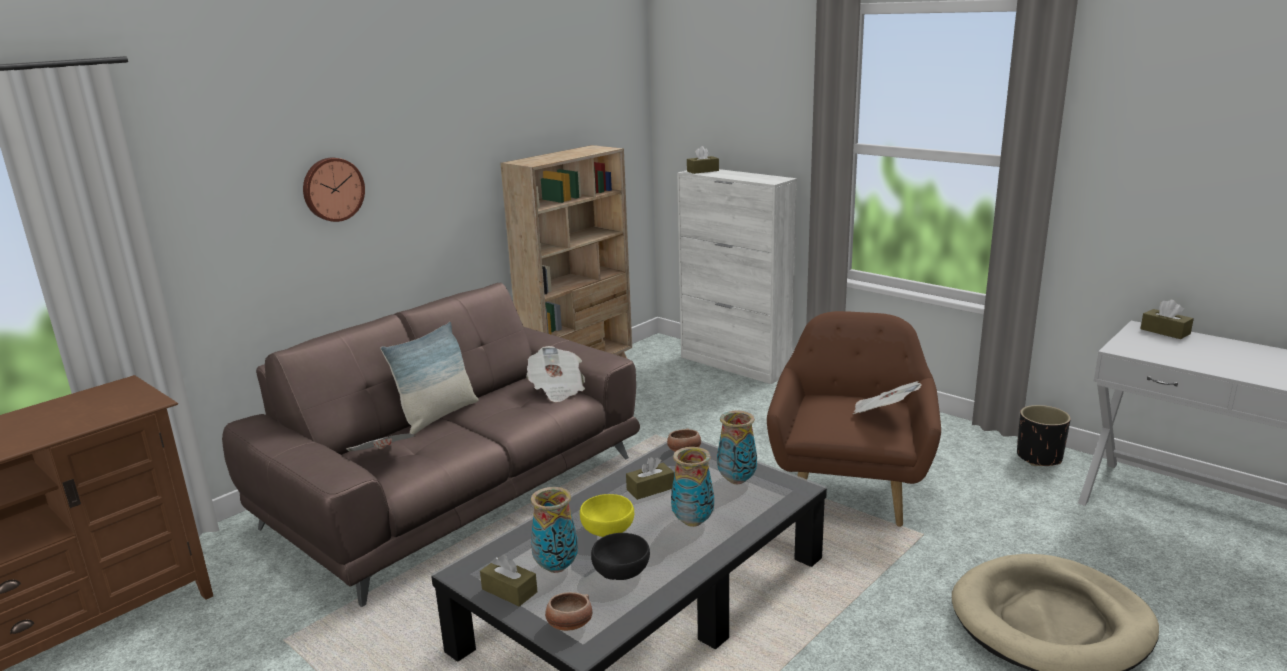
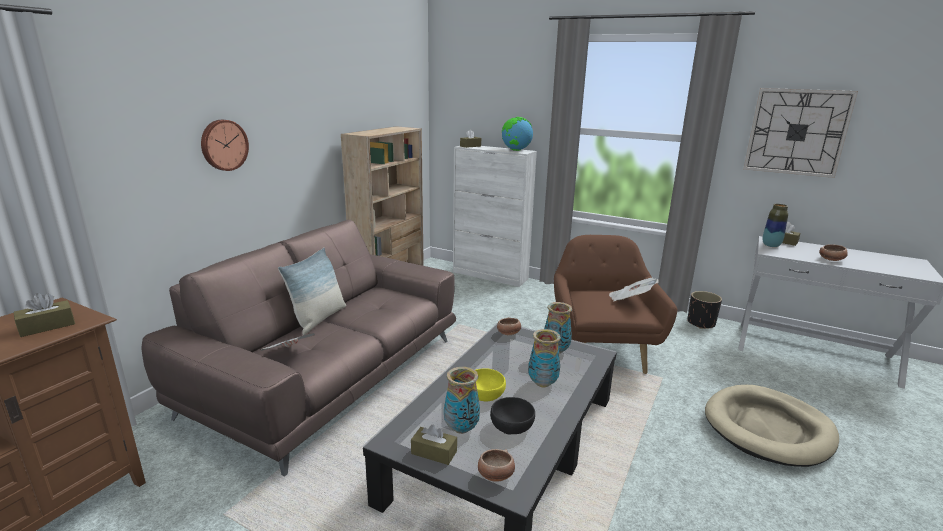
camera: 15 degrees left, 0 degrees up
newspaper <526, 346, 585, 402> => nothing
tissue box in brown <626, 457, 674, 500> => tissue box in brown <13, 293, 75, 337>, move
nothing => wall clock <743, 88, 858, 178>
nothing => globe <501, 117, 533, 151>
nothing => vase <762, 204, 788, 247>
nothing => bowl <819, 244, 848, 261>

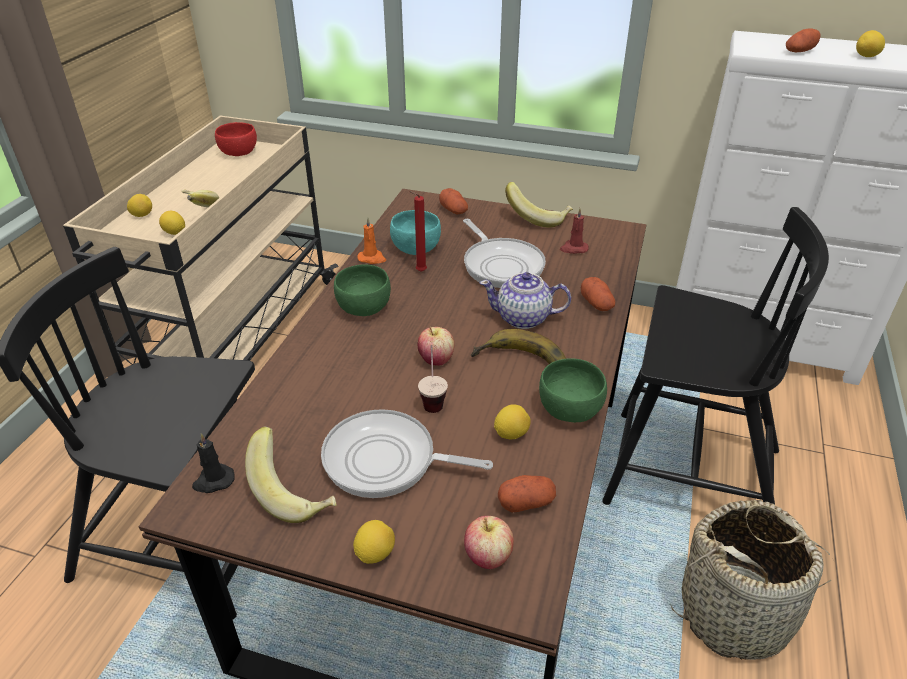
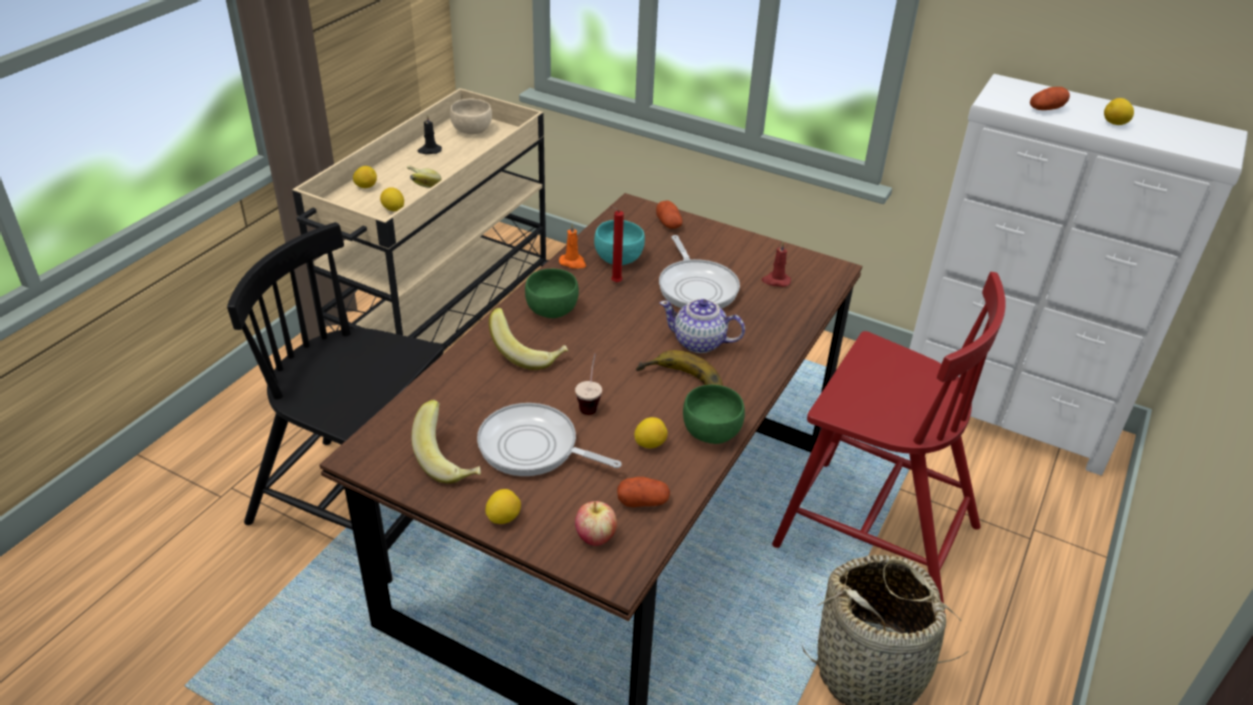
camera: 10 degrees right, 0 degrees up
bowl in red <215, 122, 257, 156> => bowl in beige <450, 99, 492, 134>
banana <505, 182, 573, 228> => banana <489, 308, 569, 370>, move
chair in black <602, 207, 829, 518> => chair in red <772, 272, 1006, 613>
potato <581, 277, 615, 311> => nothing
apple <418, 327, 455, 366> => nothing
candle in black <192, 433, 235, 493> => candle in black <417, 115, 442, 154>, move

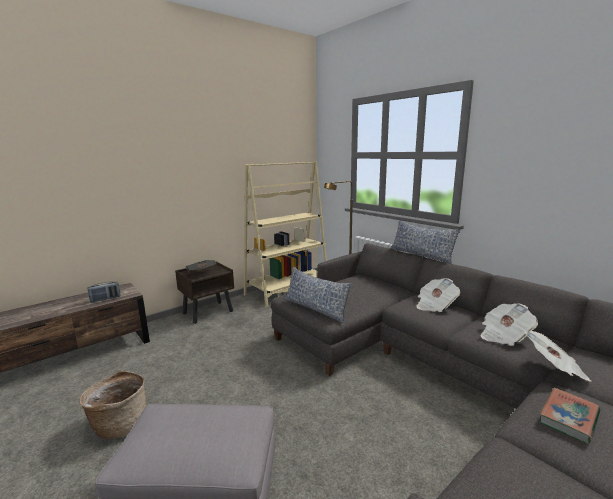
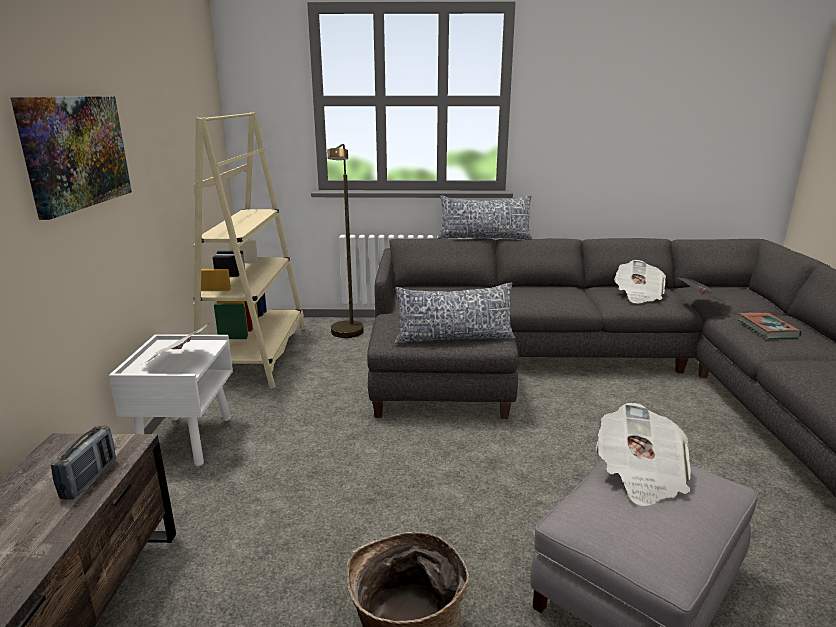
camera: 50 degrees left, 5 degrees up
nightstand in brown <175, 261, 234, 324> => nightstand in white <109, 334, 233, 466>
newspaper <416, 278, 460, 312> => newspaper <596, 403, 691, 506>, move
nothing => picture <10, 96, 132, 220>

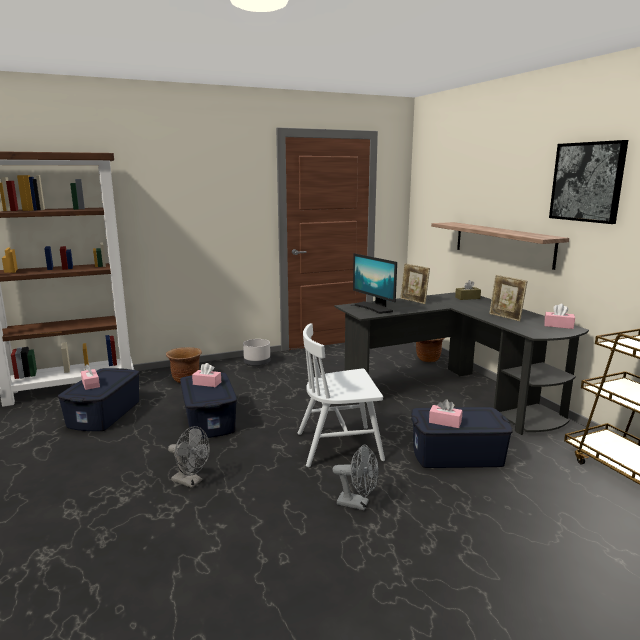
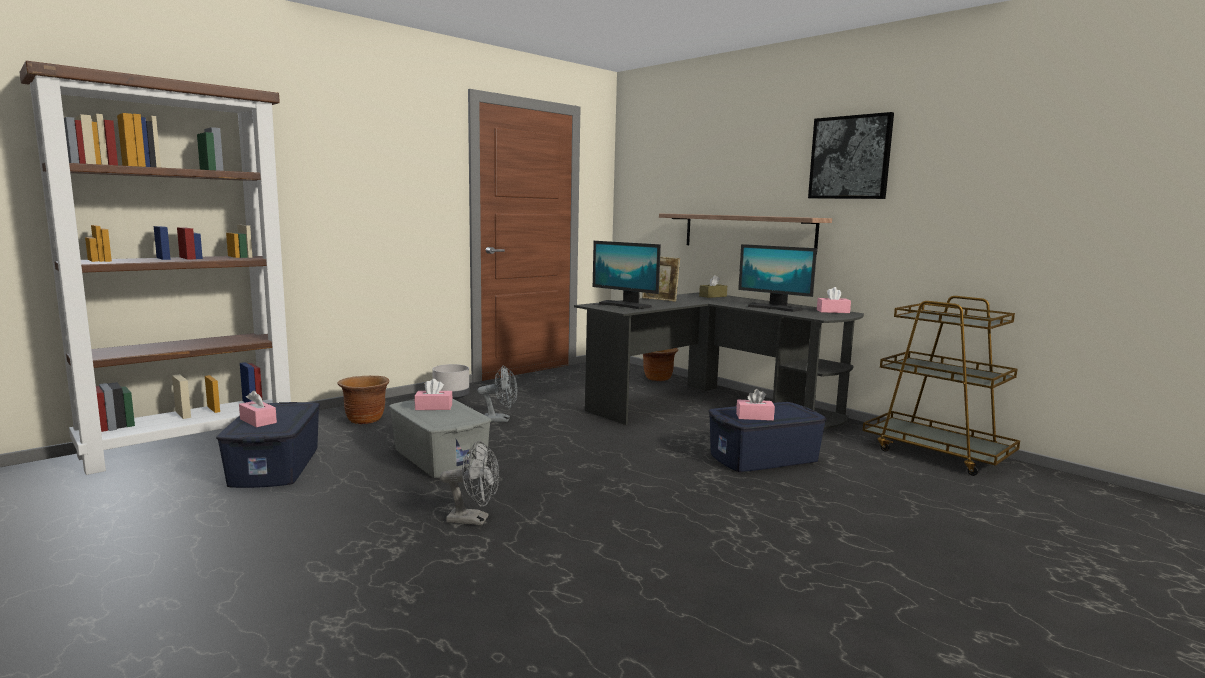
camera: 20 degrees left, 5 degrees down
picture frame <489, 275, 527, 321> => monitor <738, 244, 817, 312>
chair in white <298, 323, 385, 467> => nothing
storage box in blue <180, 372, 237, 438> => storage box in grey <389, 399, 491, 478>
fan in grey <333, 444, 379, 510> => fan in grey <477, 366, 518, 422>, move

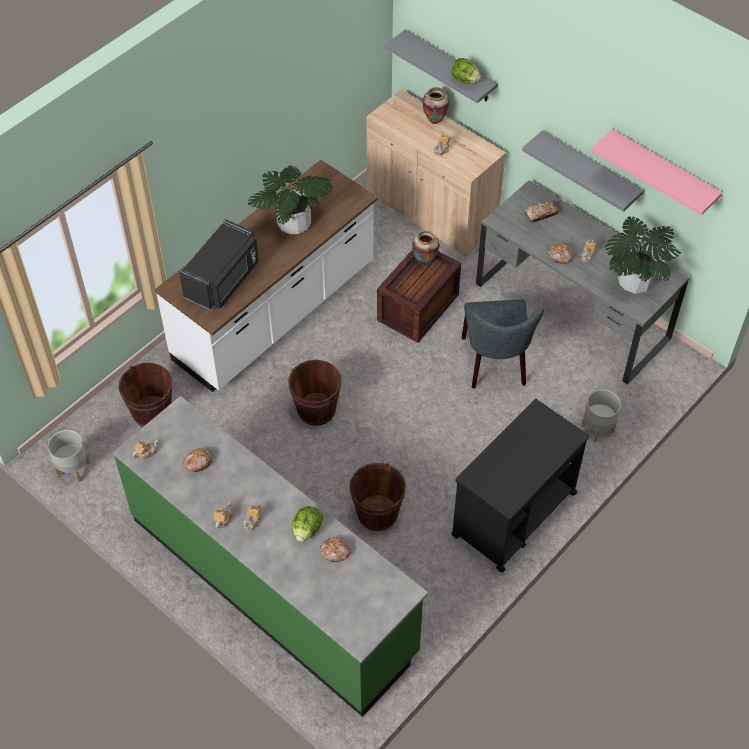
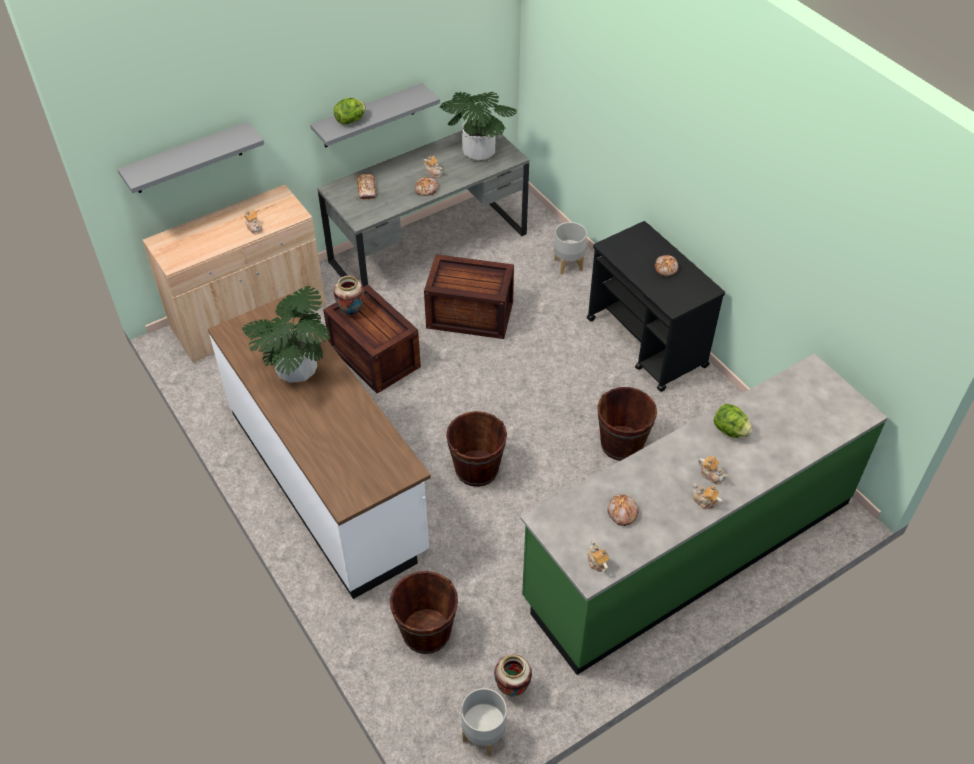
camera: 75 degrees left, 5 degrees down
lettuce <451, 58, 481, 84> => lettuce <334, 98, 365, 124>, move
vase <422, 87, 449, 124> => vase <494, 654, 532, 697>, move
shelf in pink <591, 129, 722, 216> => nothing
microwave in black <179, 220, 259, 310> => nothing
chair in grey <462, 300, 545, 389> => crate <424, 254, 514, 339>
bread <320, 537, 351, 562> => bread <655, 255, 678, 277>, move

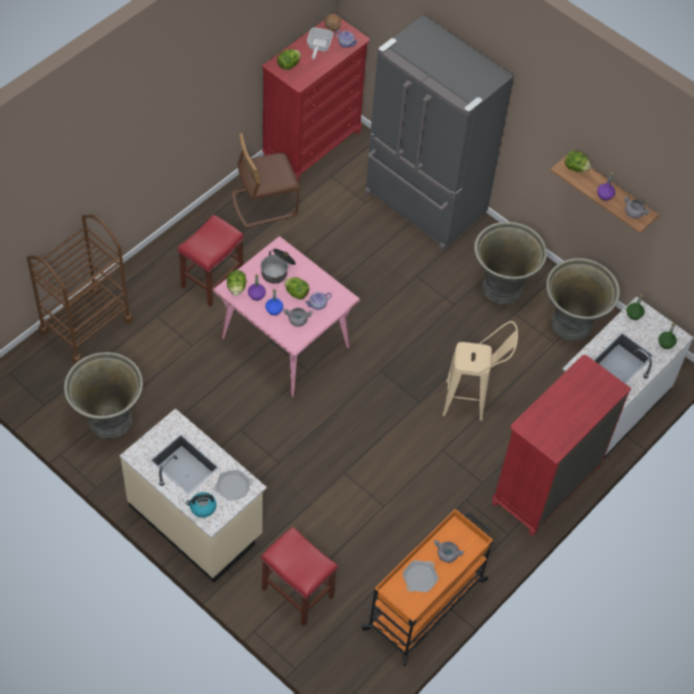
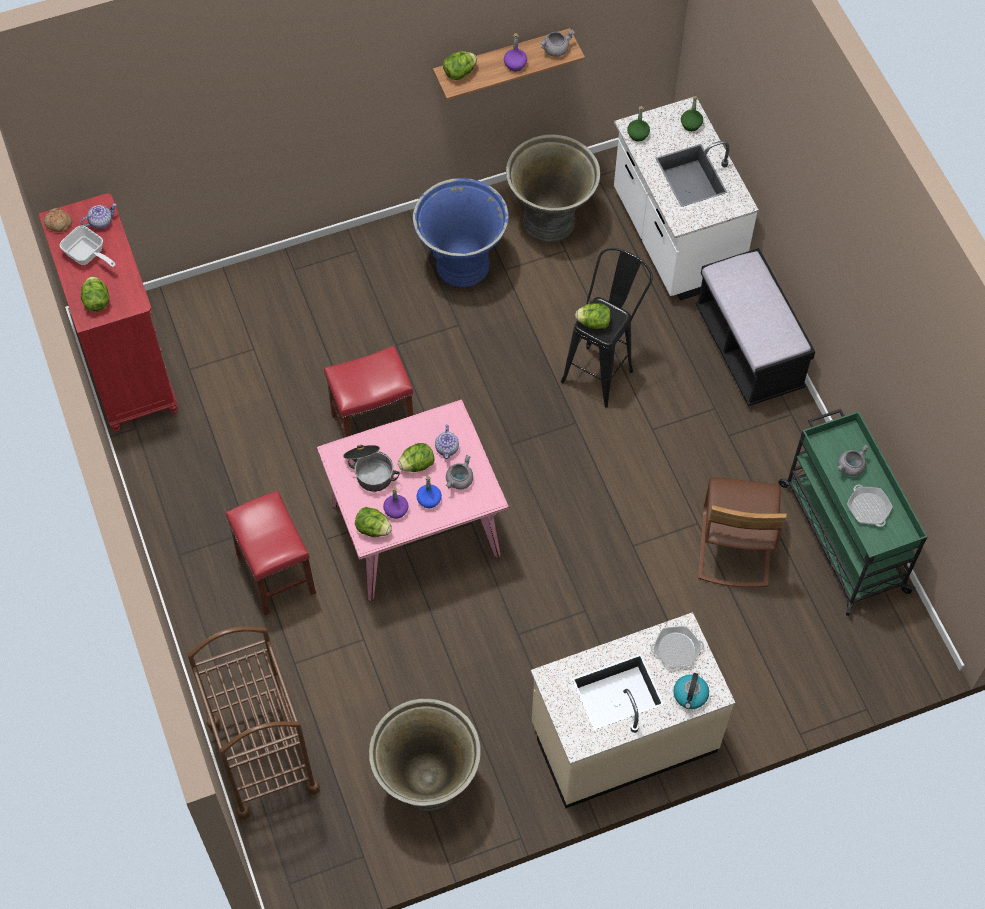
camera: 60 degrees left, 5 degrees up
fridge in grey <365, 15, 514, 251> => nothing
chair in brown <232, 133, 301, 228> => chair in brown <698, 477, 787, 587>, move
planter in grey <474, 222, 547, 305> => planter in blue <413, 178, 509, 287>
stool in beige <443, 321, 518, 421> => stool in black <561, 248, 653, 408>
dresser in red <492, 355, 631, 536> => bench in black <695, 248, 815, 406>
frying pan <213, 469, 253, 501> => frying pan <650, 626, 704, 668>, 105 degrees counterclockwise
cart in orange <361, 509, 493, 666> => cart in green <778, 409, 928, 616>
stool in red <261, 527, 338, 626> => stool in red <324, 346, 413, 437>, move
nothing => lettuce <575, 303, 611, 329>

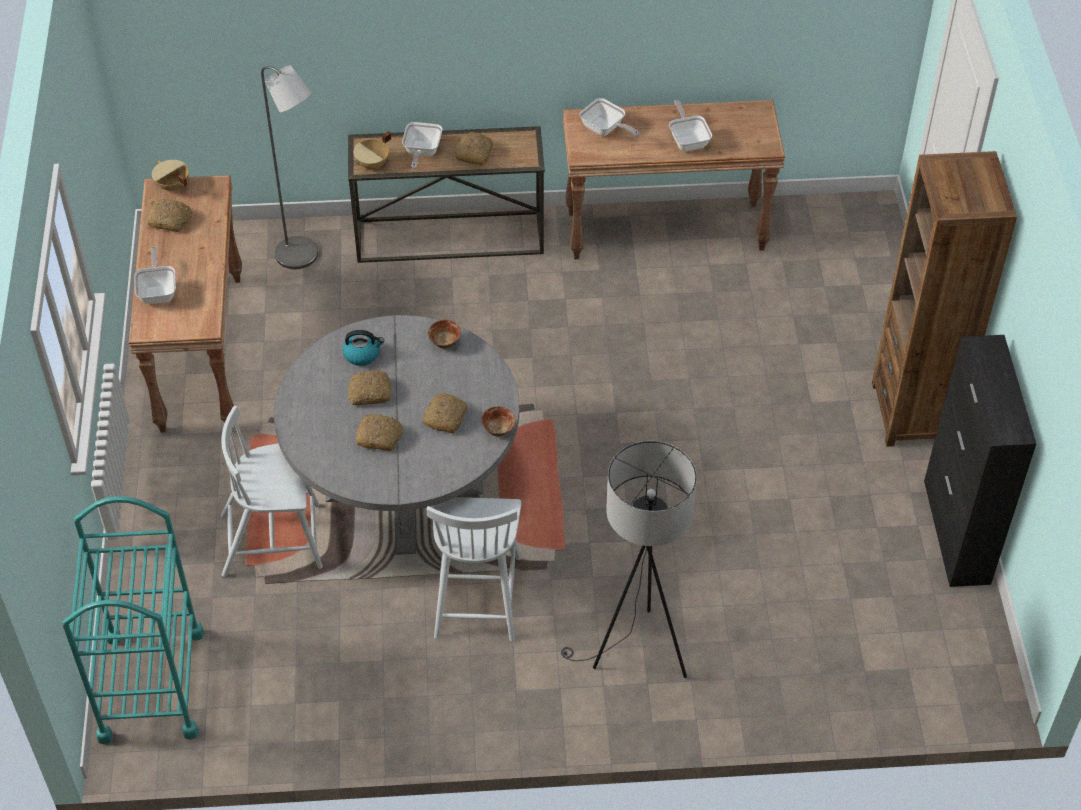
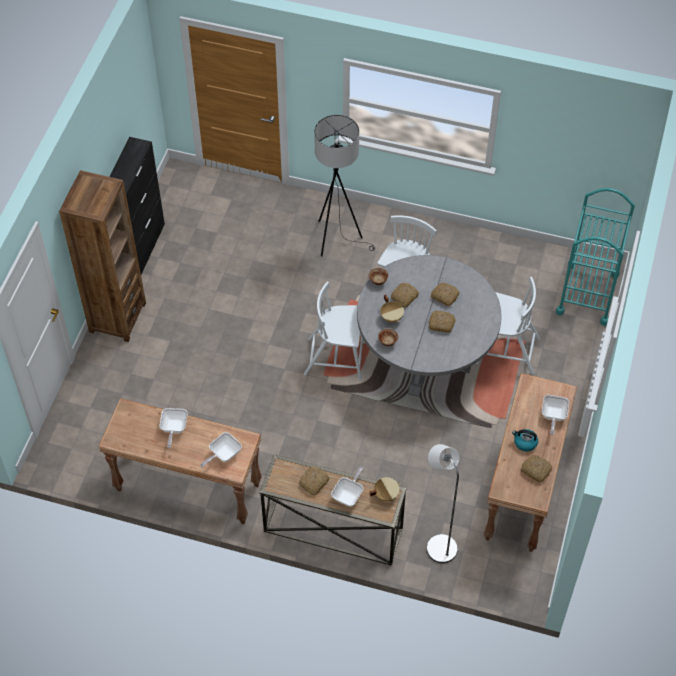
camera: 160 degrees left, 5 degrees up
frying pan <579, 98, 639, 137> => frying pan <200, 432, 242, 468>, 105 degrees counterclockwise
cooking pot in beige <152, 160, 189, 191> => cooking pot in beige <380, 295, 404, 323>, move
kettle <342, 330, 384, 366> => kettle <512, 429, 538, 452>, move
nothing => chair in white <304, 282, 365, 380>

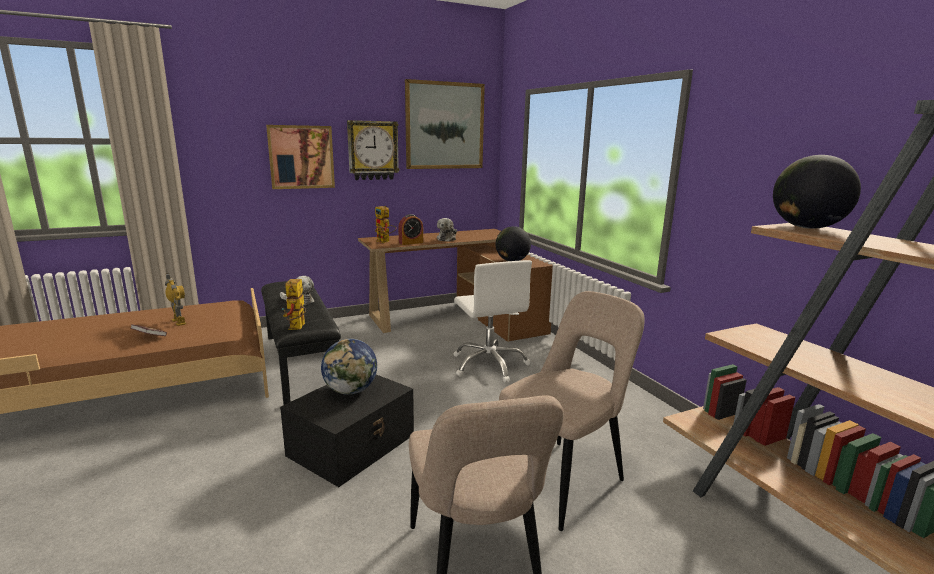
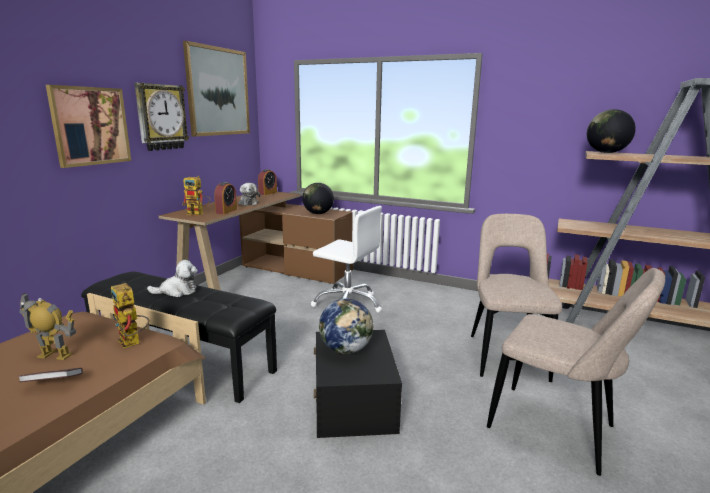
camera: 40 degrees left, 0 degrees up
toy robot <282, 279, 306, 330> => toy robot <111, 283, 149, 349>, move
nothing => alarm clock <258, 169, 277, 195>

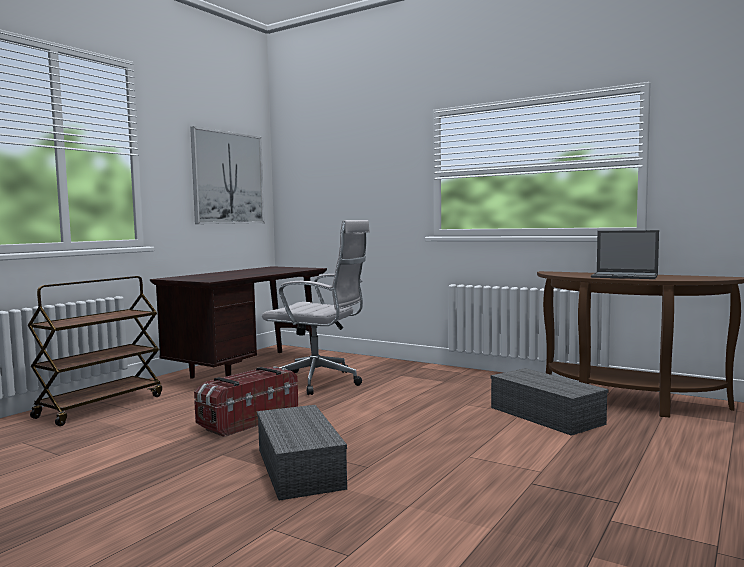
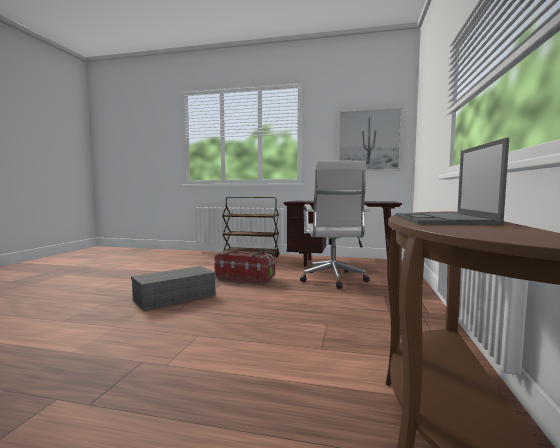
camera: 70 degrees right, 0 degrees up
storage box in grey <491, 368, 609, 436> => nothing

